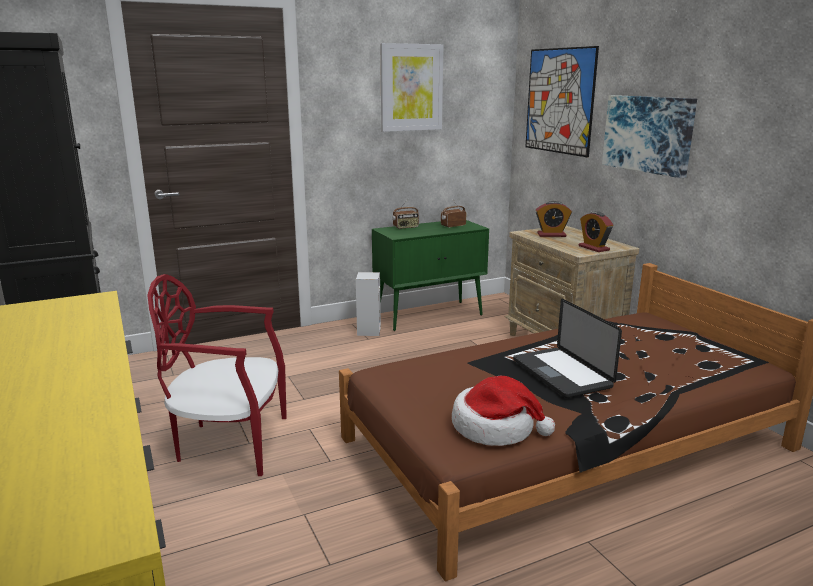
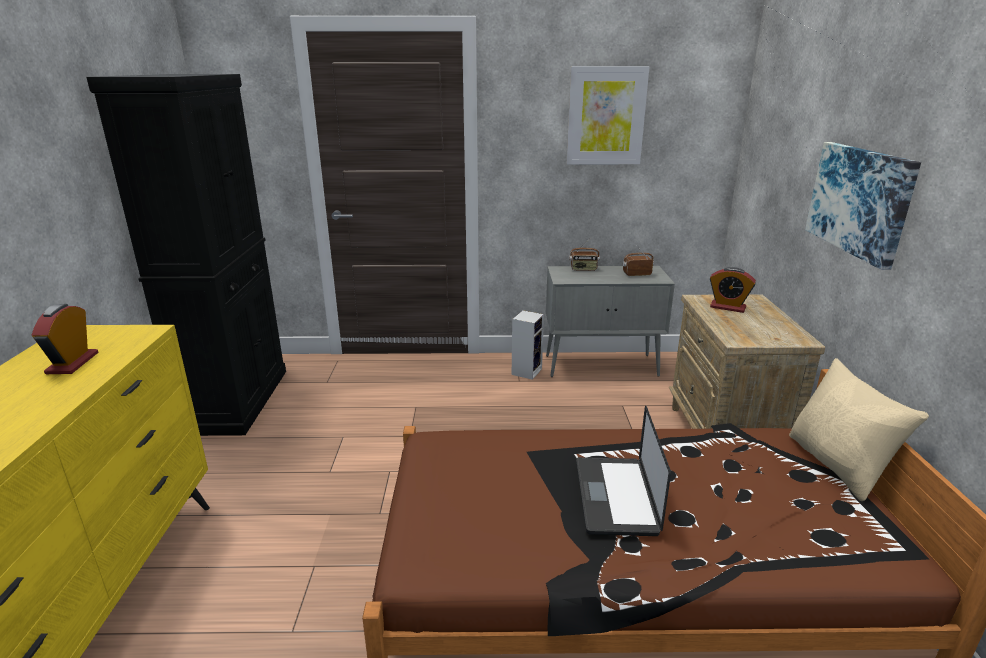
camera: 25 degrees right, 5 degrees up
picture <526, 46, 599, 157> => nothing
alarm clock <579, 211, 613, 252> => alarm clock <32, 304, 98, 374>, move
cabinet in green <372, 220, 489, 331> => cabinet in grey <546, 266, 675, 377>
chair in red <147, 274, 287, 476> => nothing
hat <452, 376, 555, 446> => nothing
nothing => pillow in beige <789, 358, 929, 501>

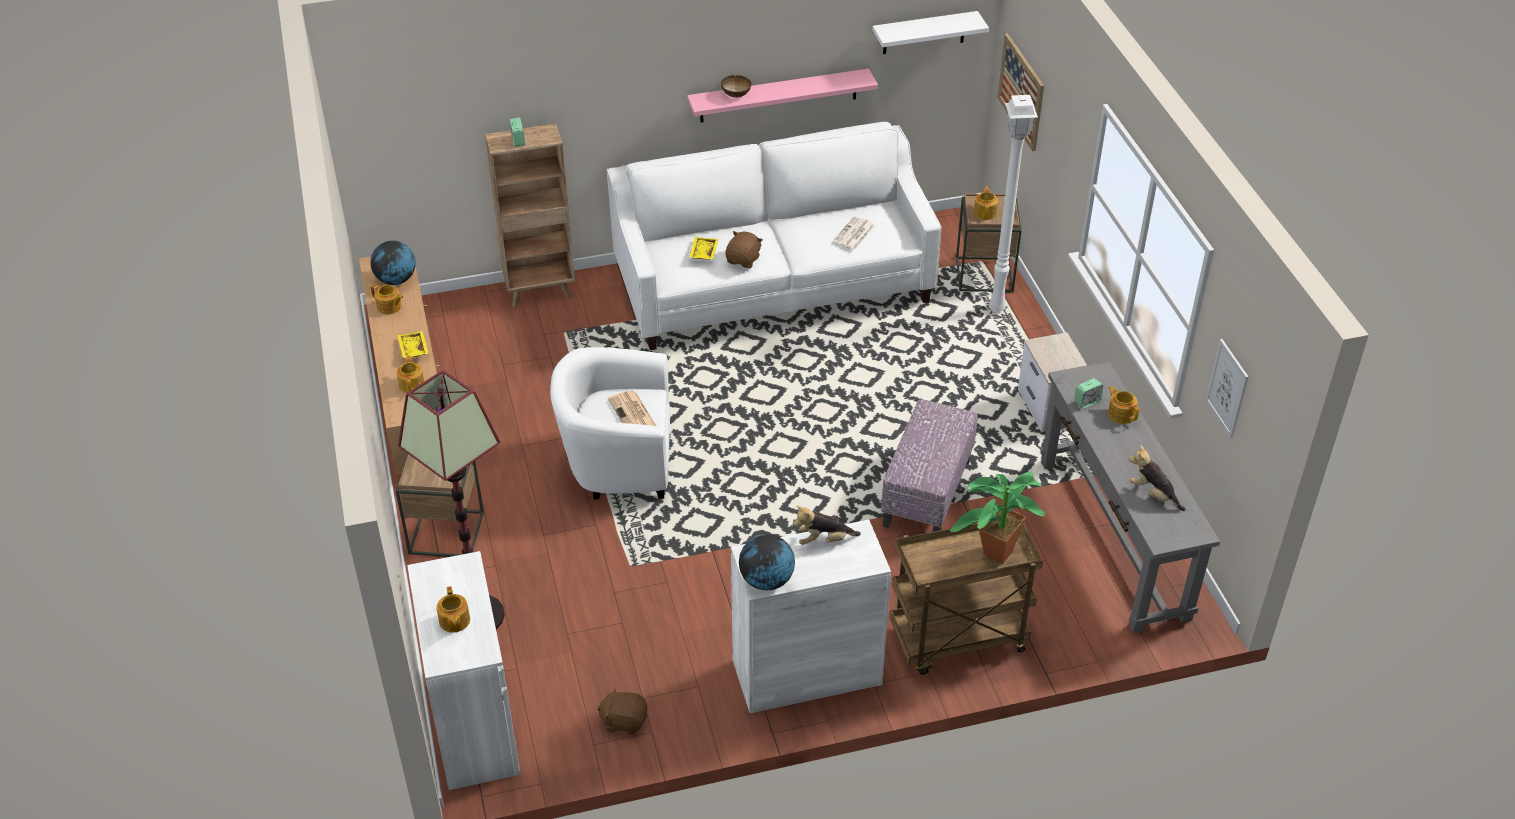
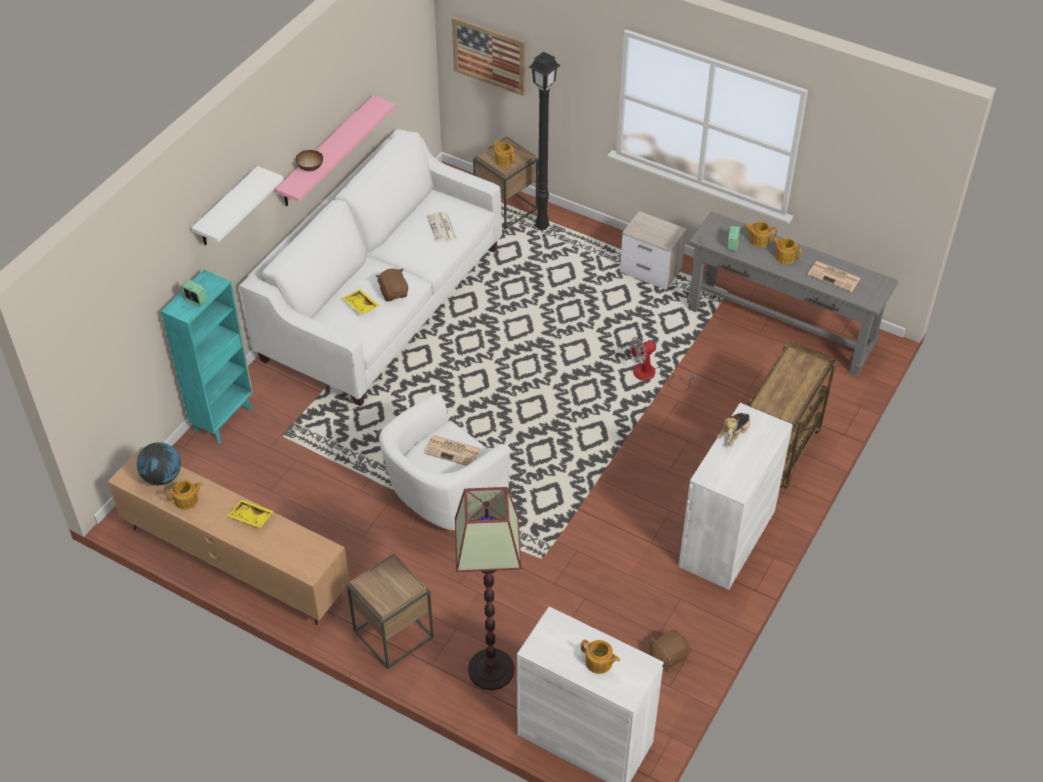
camera: 45 degrees left, 5 degrees up
shelf in white <872, 11, 989, 54> => shelf in white <191, 166, 284, 245>, move
floor lamp in white <989, 95, 1038, 313> => floor lamp in black <529, 52, 561, 230>
bookcase in brown <485, 124, 575, 307> => bookcase in turquoise <161, 270, 253, 444>
picture <1205, 339, 1248, 439> => nothing
teapot <396, 355, 424, 393> => teapot <772, 236, 802, 264>, move
ottoman <881, 399, 978, 532> => fan <630, 337, 696, 391>
plush toy <1129, 445, 1185, 511> => newspaper <807, 261, 861, 292>
potted plant <950, 471, 1045, 564> => nothing
globe <739, 534, 795, 590> => nothing

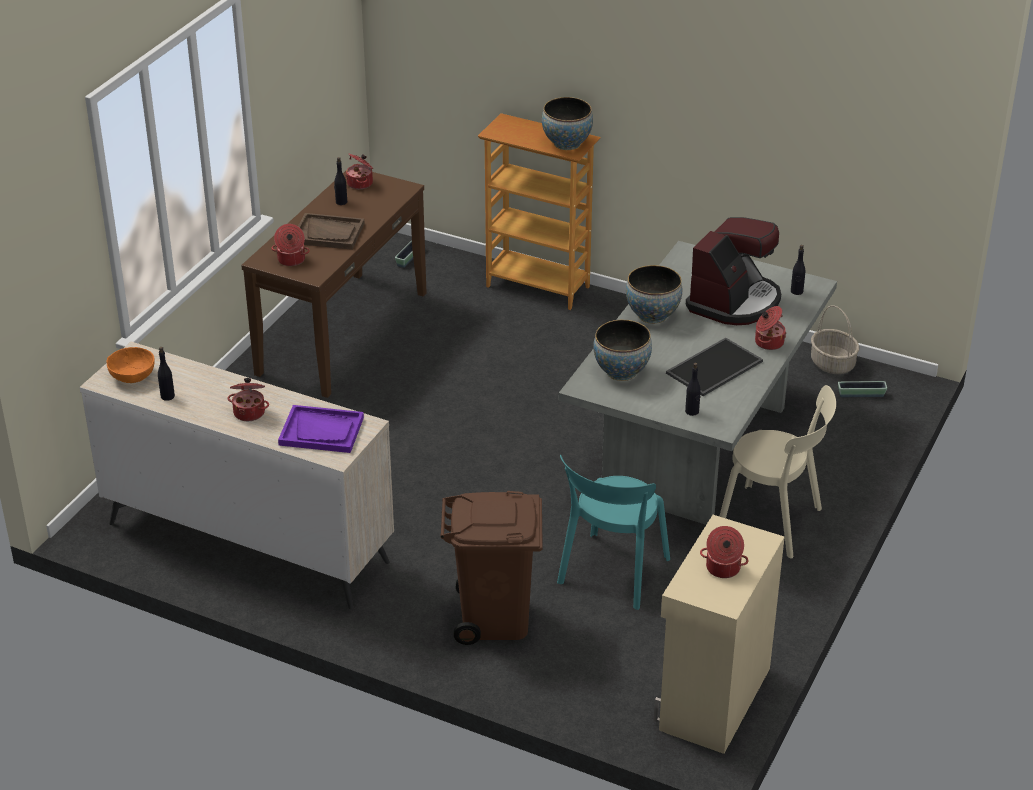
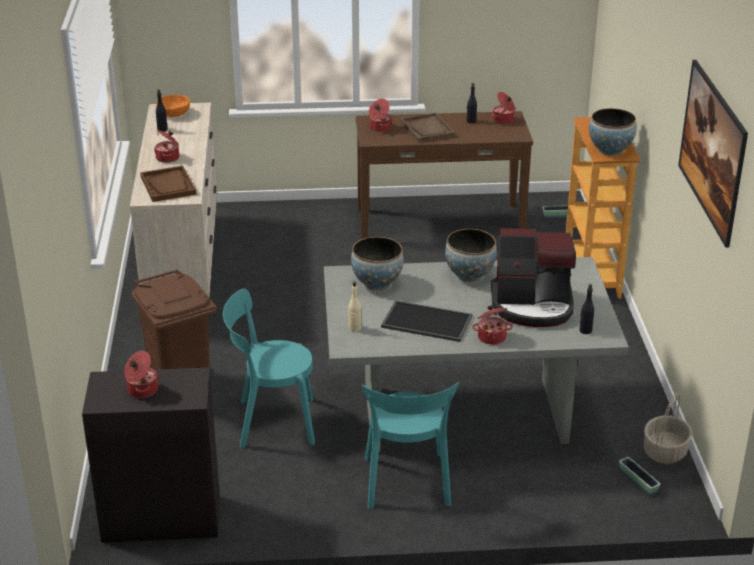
camera: 60 degrees right, 5 degrees down
bottle in black <685, 363, 701, 416> => bottle in beige <348, 281, 361, 332>
chair in beige <719, 385, 836, 558> => chair in turquoise <362, 382, 459, 509>
tray in purple <278, 405, 364, 453> => tray in brown <140, 166, 197, 202>
cabinet in beige <654, 515, 785, 754> => cabinet in black <82, 367, 220, 543>
nothing => picture <678, 60, 748, 248>

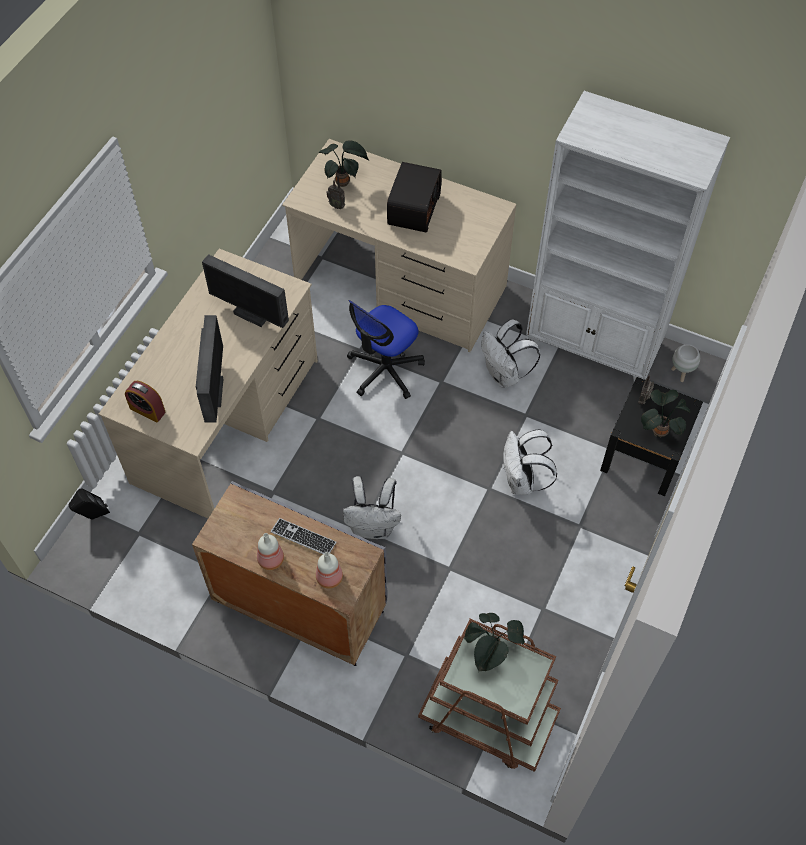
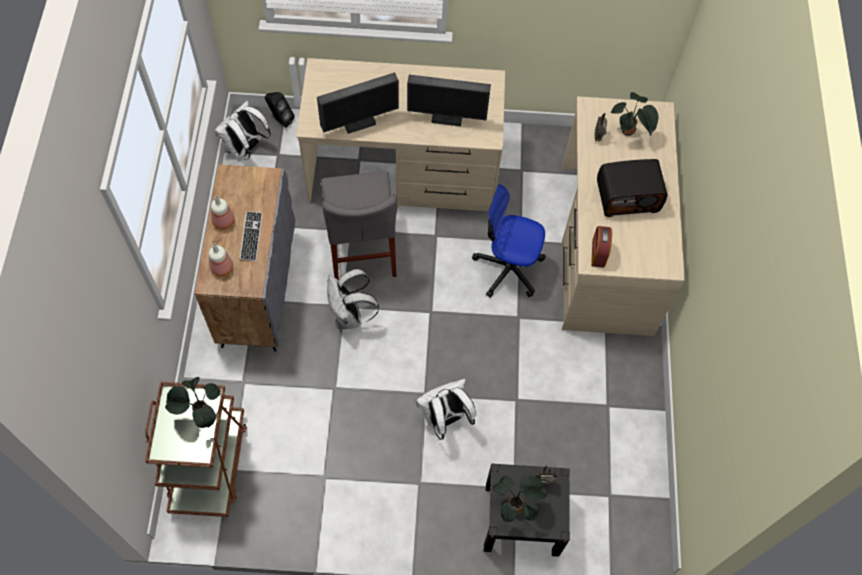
camera: 65 degrees right, 5 degrees up
bookcase in white <526, 91, 730, 381> => nothing
monitor <202, 254, 289, 328> => monitor <407, 75, 491, 126>, 90 degrees counterclockwise
backpack in white <481, 319, 540, 388> => backpack in white <214, 101, 271, 160>, move
planter in white <671, 344, 700, 382> => nothing
alarm clock <125, 381, 166, 422> => alarm clock <591, 226, 612, 268>, move
nothing => chair in grey <321, 171, 397, 280>

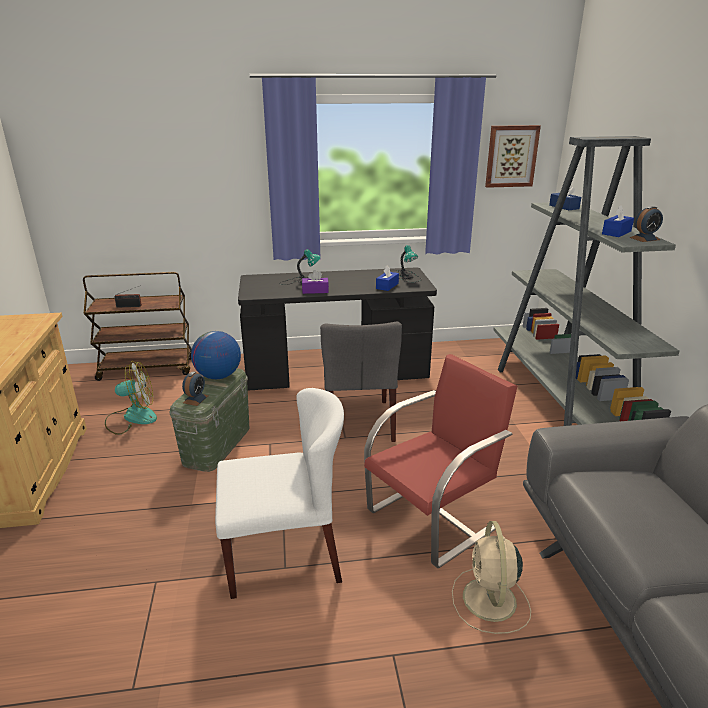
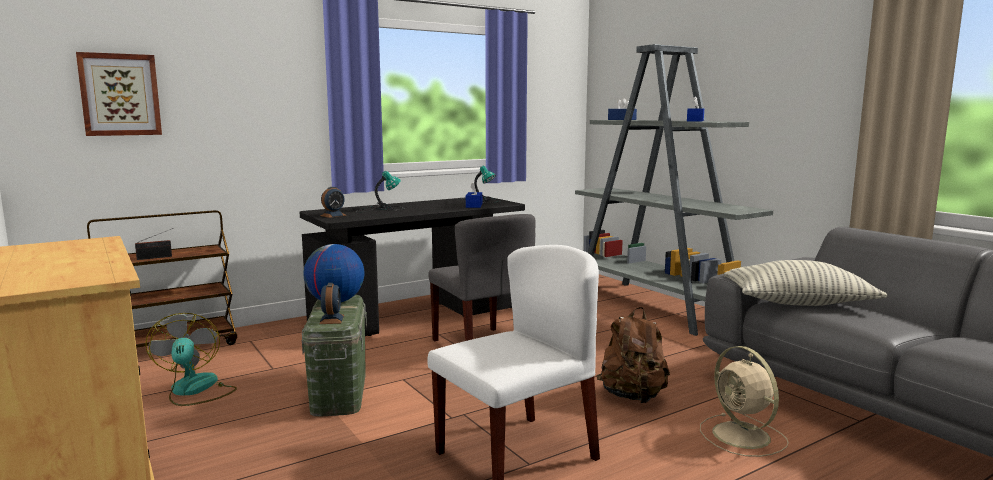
camera: 25 degrees left, 15 degrees down
picture <485, 125, 541, 188> => picture <76, 52, 162, 136>, move
alarm clock <629, 206, 663, 242> => alarm clock <321, 187, 347, 218>, move
tissue box in purple <302, 270, 329, 294> => nothing
chair in red <364, 354, 517, 568> => backpack in brown <596, 307, 670, 403>
fan <105, 361, 157, 435> => fan <145, 313, 237, 406>, 75 degrees counterclockwise
nothing => pillow <724, 260, 887, 306>

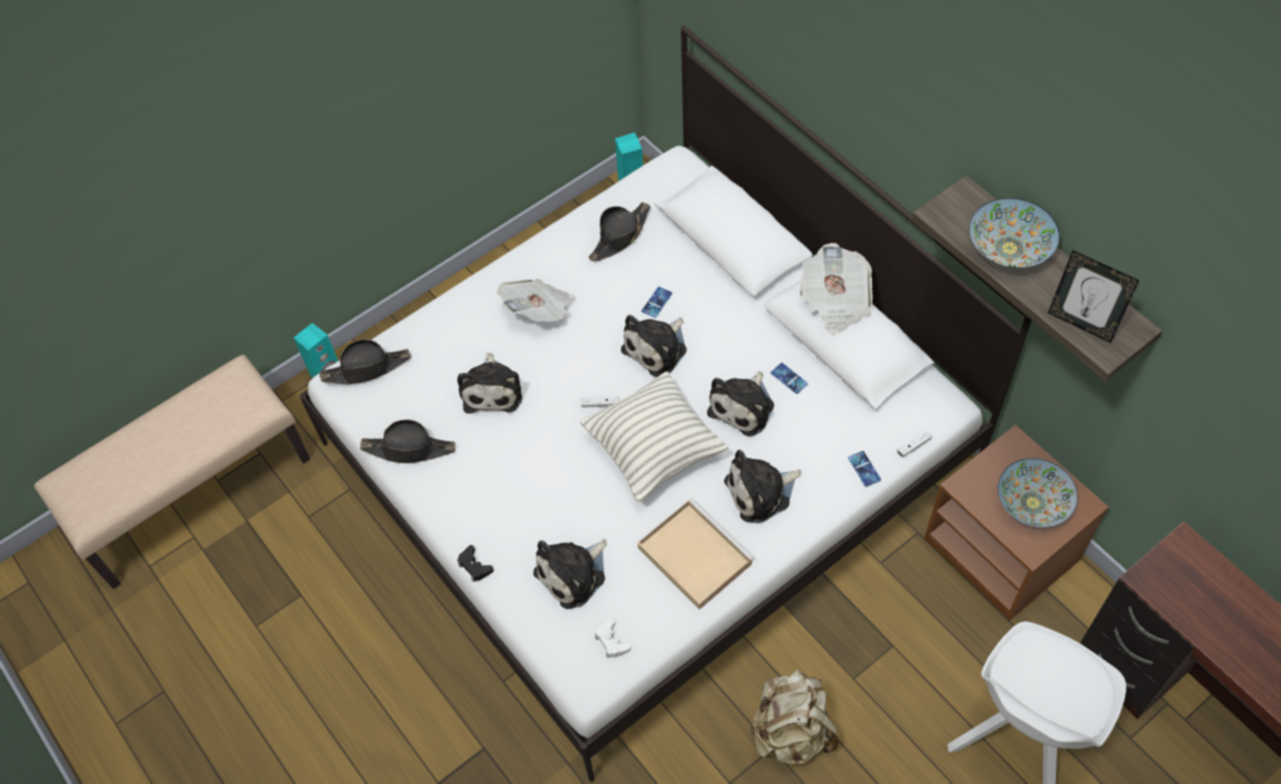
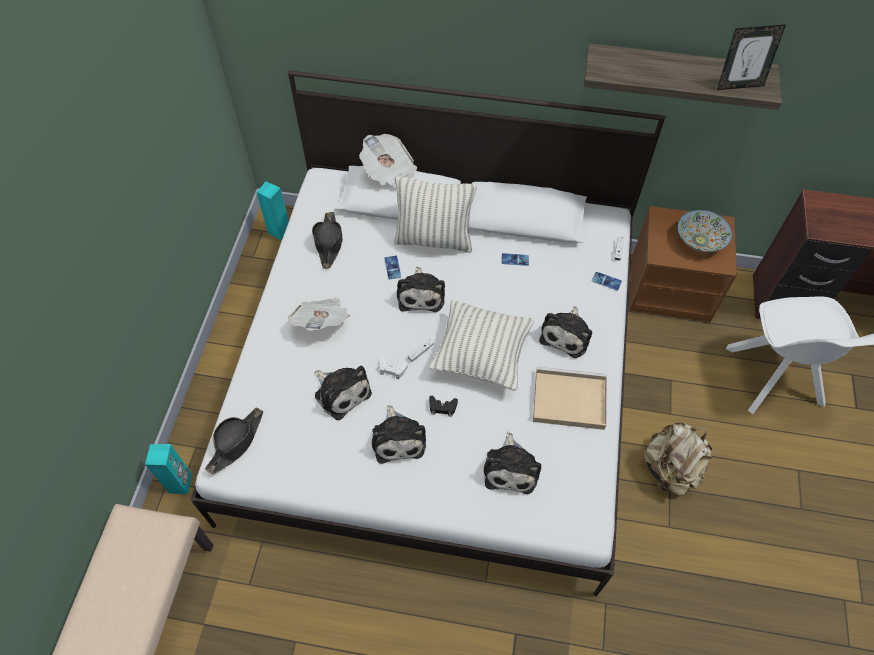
camera: 45 degrees left, 0 degrees up
bowl <969, 198, 1060, 268> => nothing
newspaper <800, 243, 873, 335> => newspaper <359, 134, 417, 188>, move
plush toy <707, 371, 774, 436> => plush toy <372, 405, 426, 464>, move
hat in black <360, 420, 455, 463> => nothing
game controller in black <457, 545, 494, 582> => game controller in black <429, 396, 458, 417>, move
game controller in white <595, 619, 630, 658> => game controller in white <379, 356, 408, 379>, move
nothing => pillow <394, 176, 477, 253>

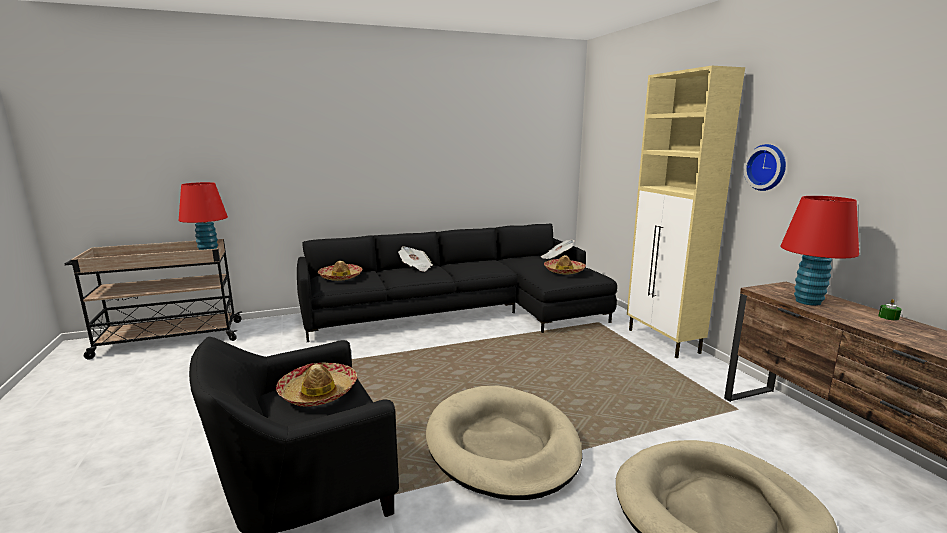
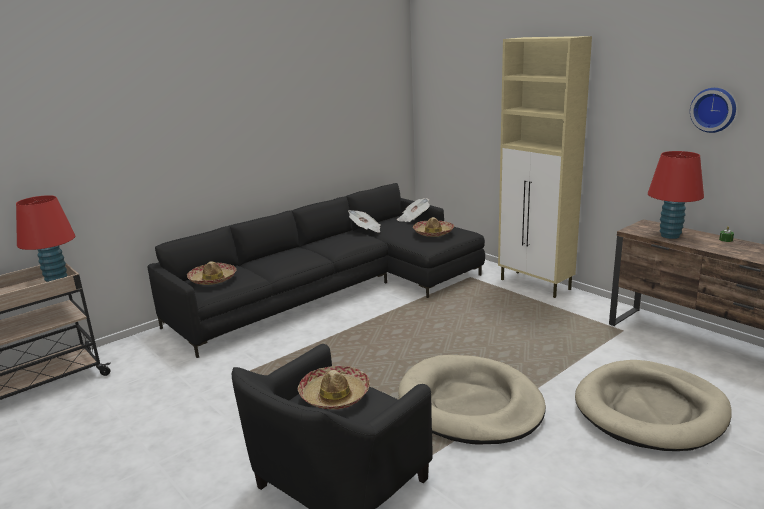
camera: 20 degrees left, 5 degrees up
wall clock <743, 144, 786, 191> => wall clock <690, 88, 736, 133>, move
newspaper <398, 246, 433, 272> => newspaper <348, 210, 381, 233>, move

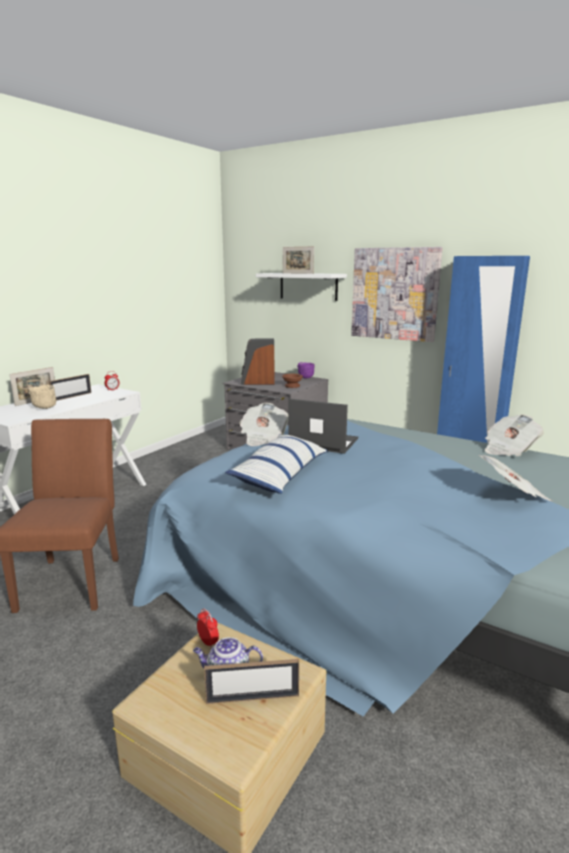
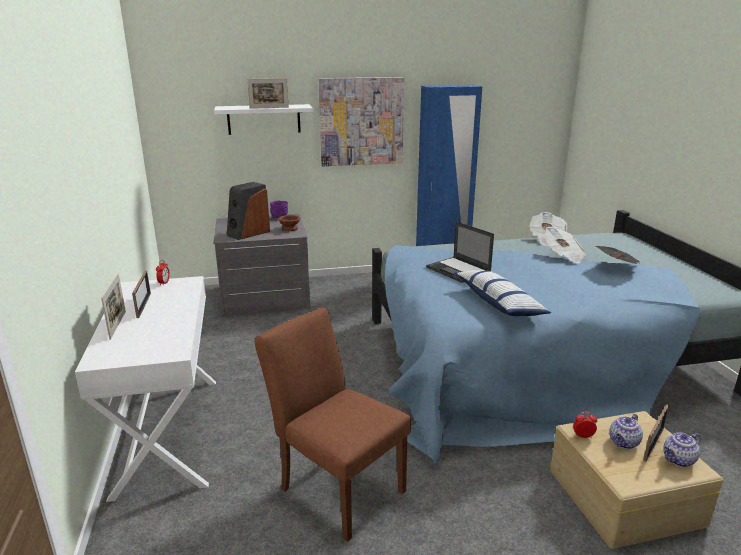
camera: 45 degrees left, 5 degrees up
bowl in beige <29, 385, 56, 409> => nothing
laptop <289, 399, 358, 454> => laptop <426, 221, 494, 283>, 105 degrees counterclockwise
newspaper <239, 403, 289, 446> => newspaper <544, 227, 586, 264>, move
nothing => teapot <663, 432, 701, 467>

